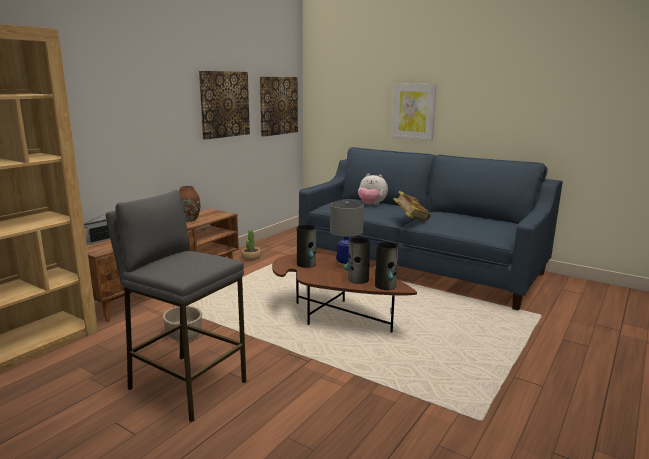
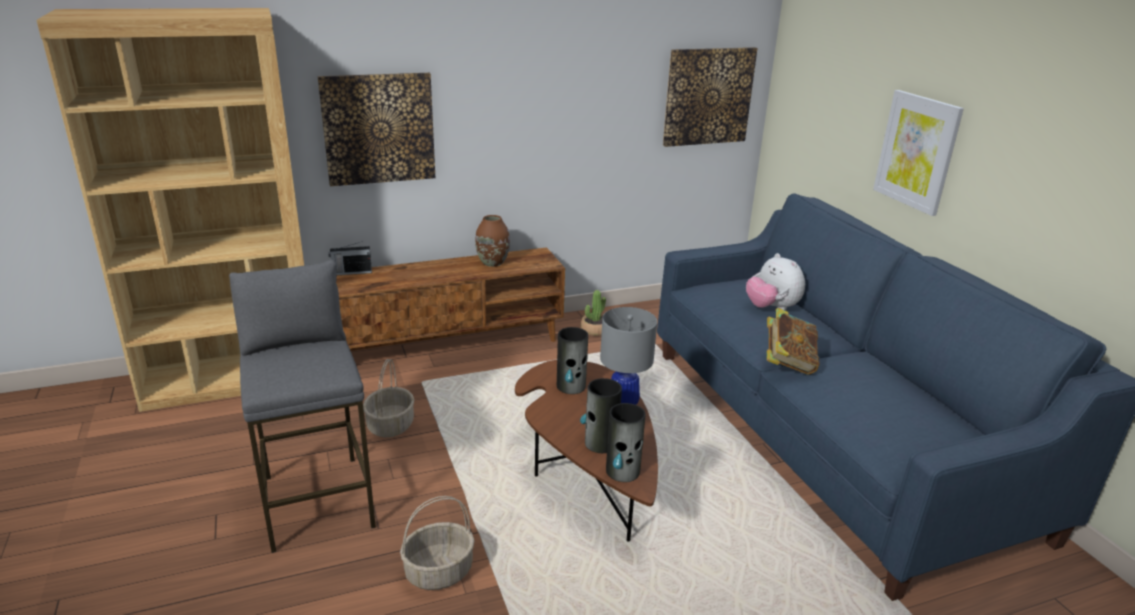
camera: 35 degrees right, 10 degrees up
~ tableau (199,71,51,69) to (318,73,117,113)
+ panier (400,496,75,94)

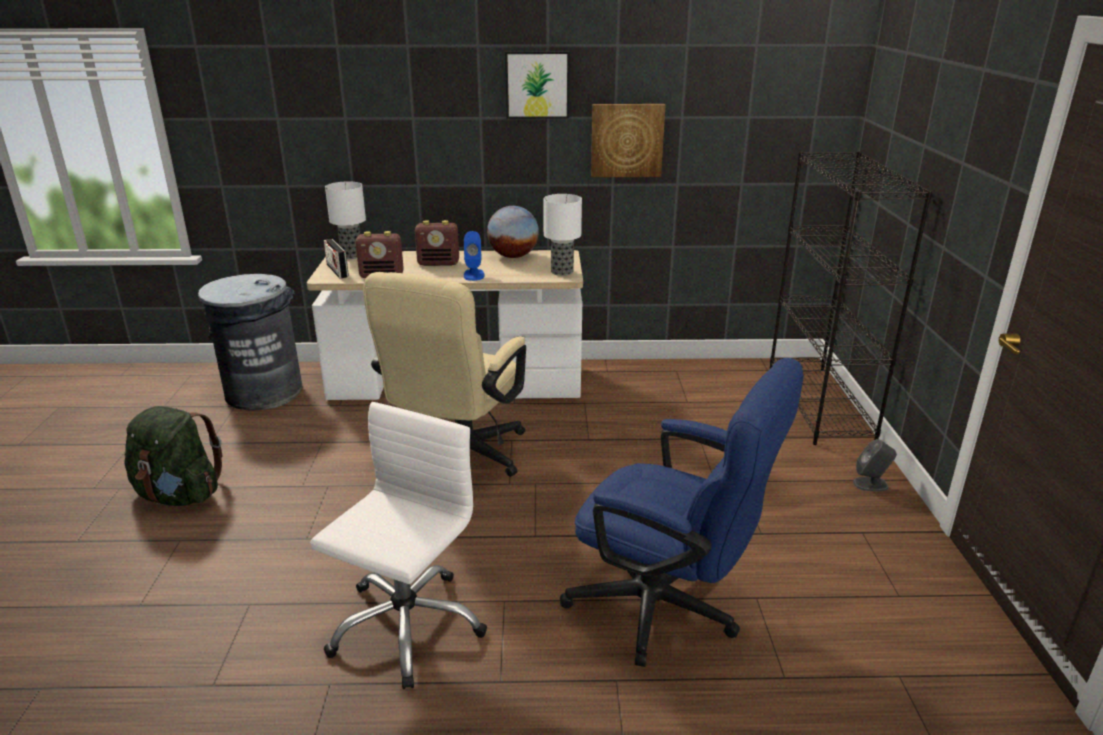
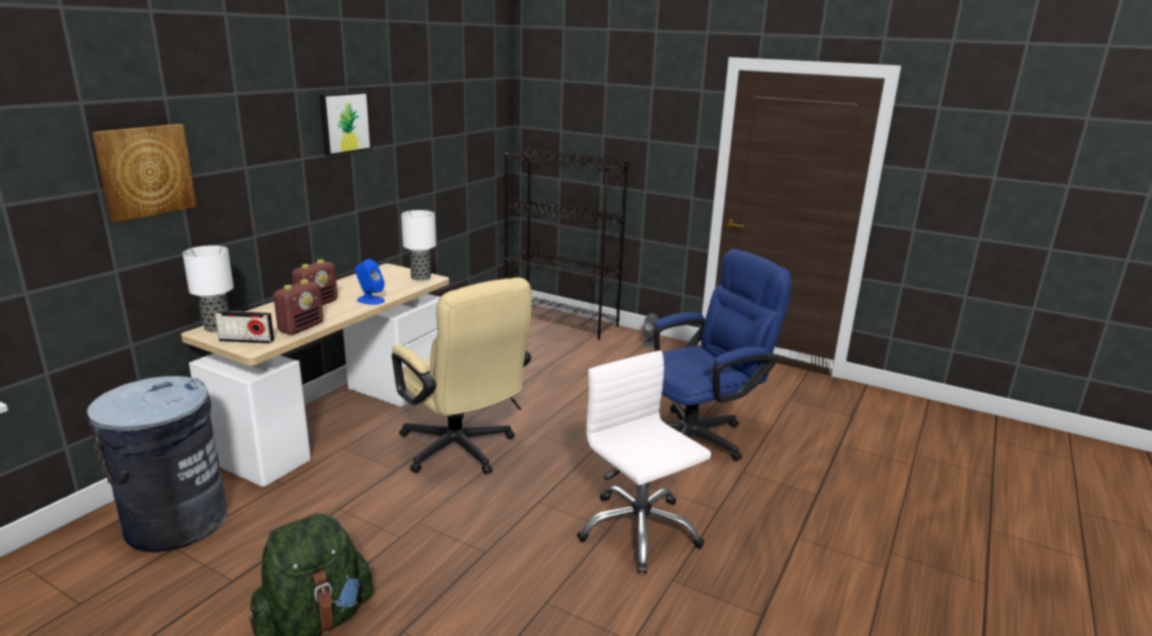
camera: 60 degrees left, 5 degrees down
~ tableau (591,104,75,73) to (92,124,105,99)
- globe (487,206,52,52)

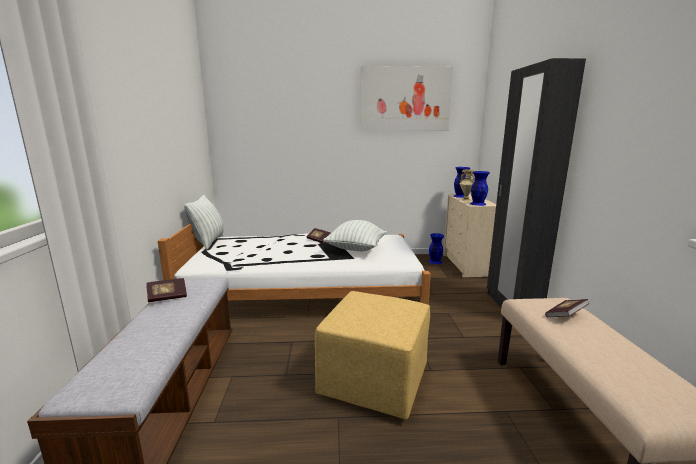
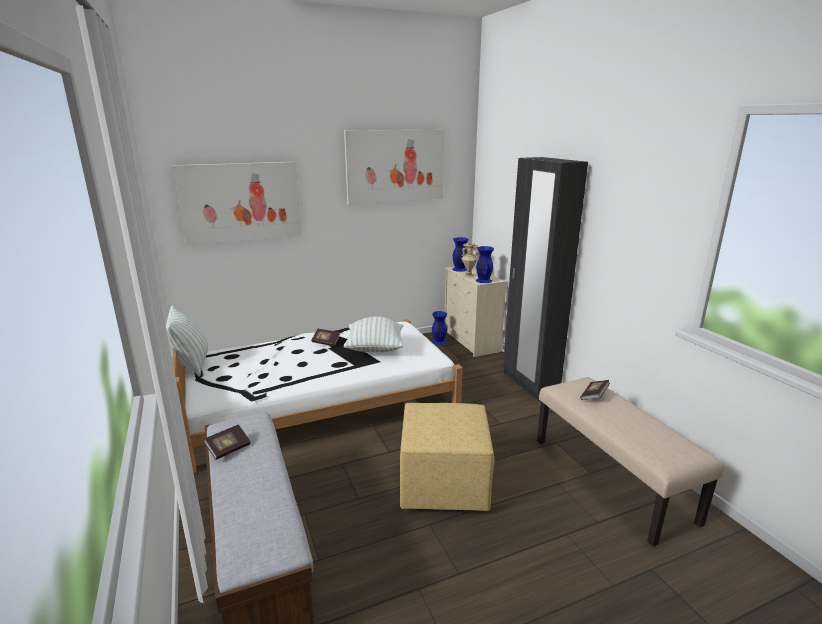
camera: 20 degrees left, 5 degrees up
+ tableau (173,162,128,83)

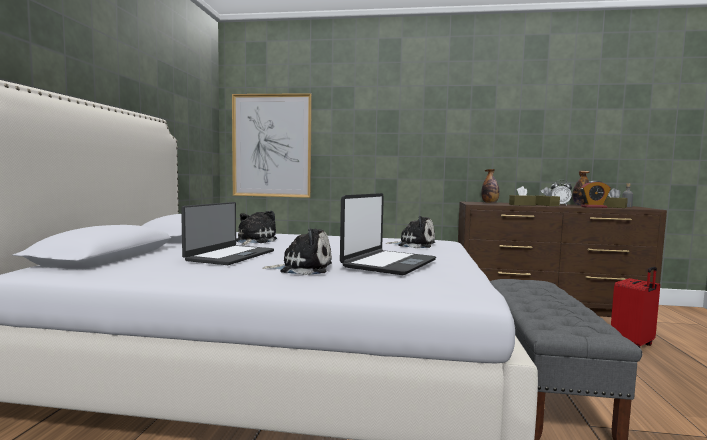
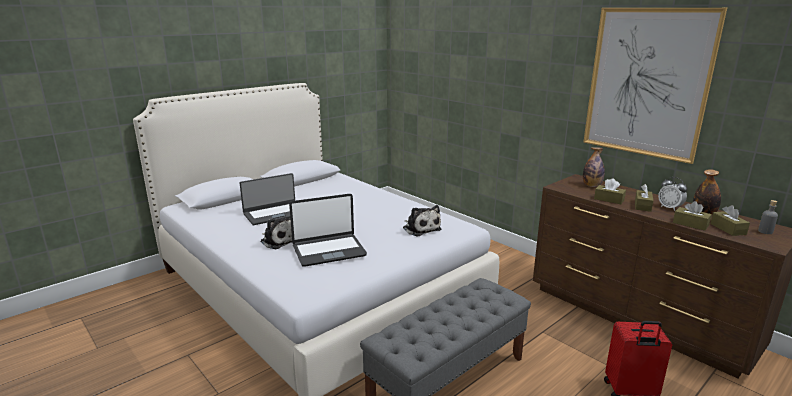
camera: 40 degrees right, 15 degrees up
~ tableau (232,93,80,105) to (583,8,144,156)
~ réveil (580,181,31,27) to boîte à mouchoirs (marron) (673,201,39,30)
- peluche (236,211,41,34)

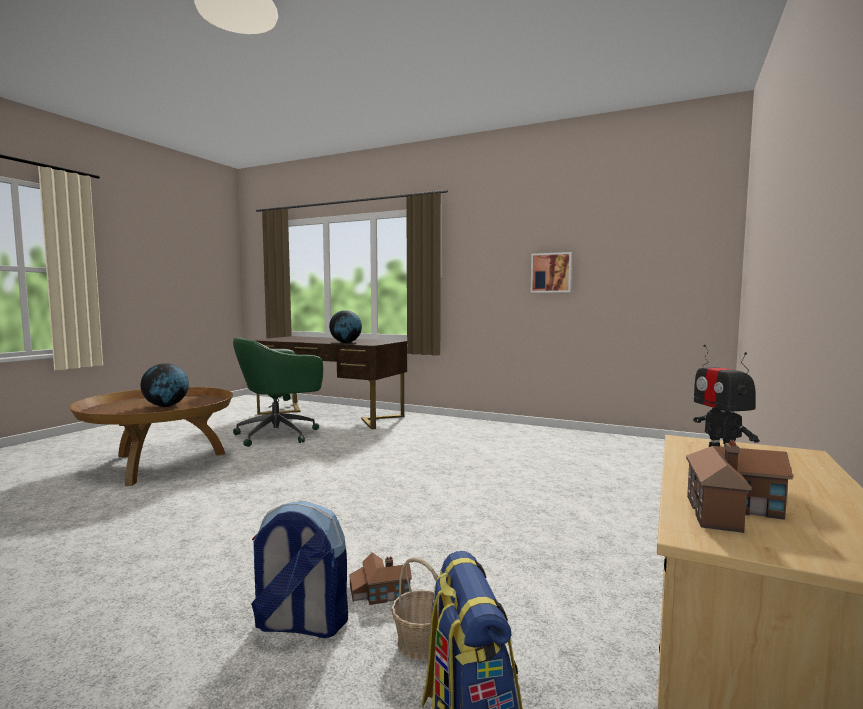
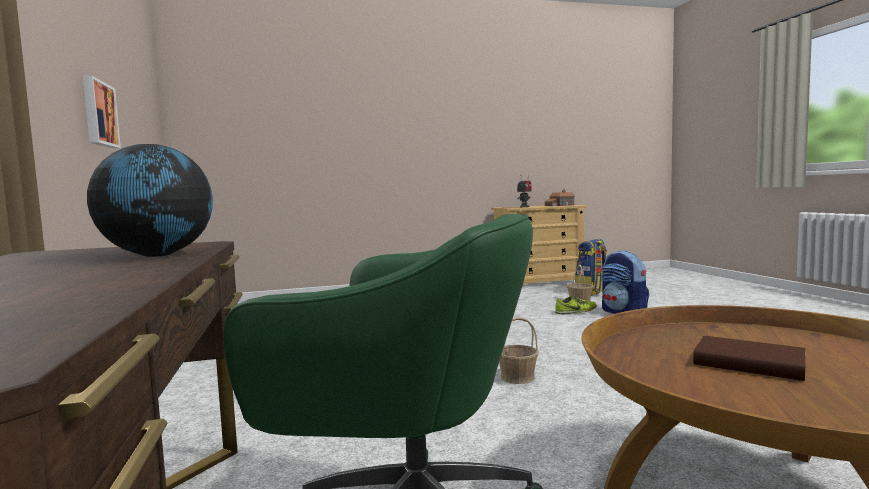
camera: 130 degrees left, 0 degrees up
+ panier (499,317,40,67)
~ maison miniature (350,552,62,53) to chaussure (555,296,42,18)
~ globe (140,363,49,44) to livre (marron) (693,336,112,45)

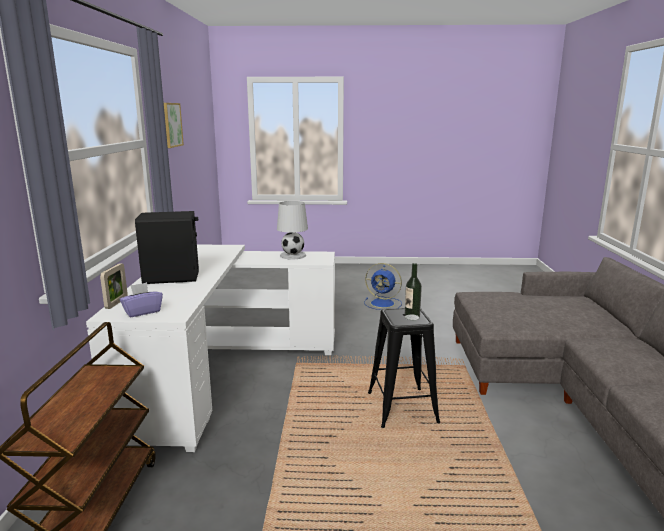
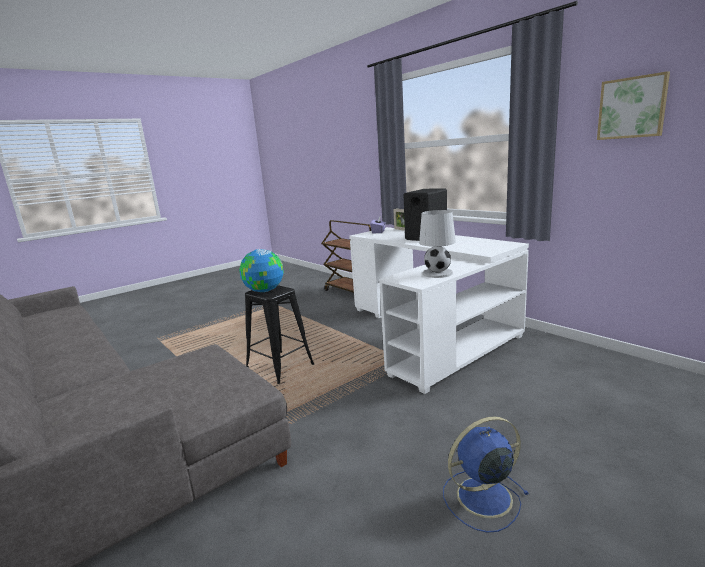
camera: 140 degrees right, 0 degrees up
~ bouteille (405,263,17,57) to globe (239,249,45,43)

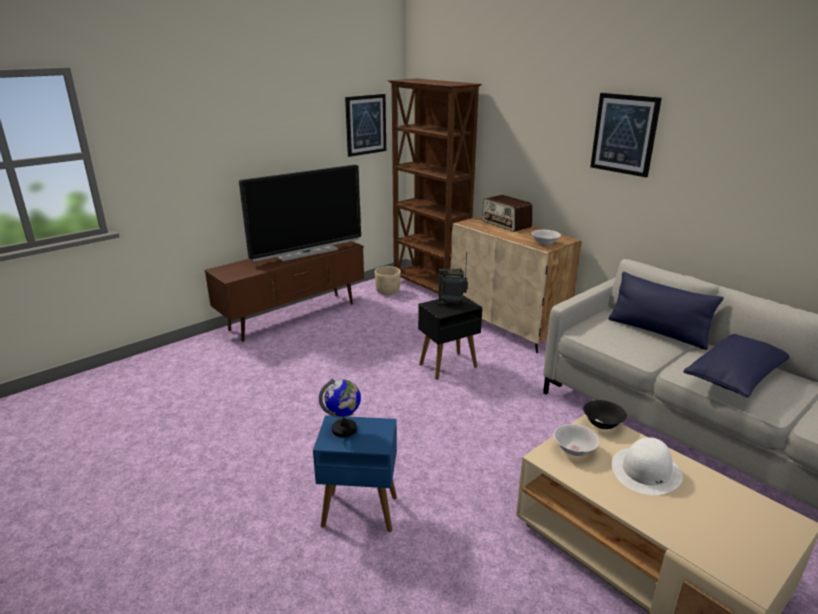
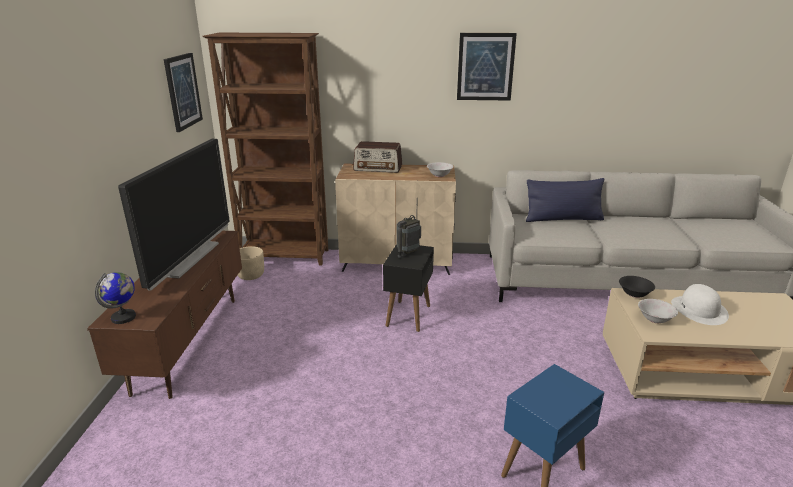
camera: 45 degrees left, 0 degrees up
~ globe (319,379,42,58) to (95,272,41,52)
- coussin (bleu) (683,334,107,63)

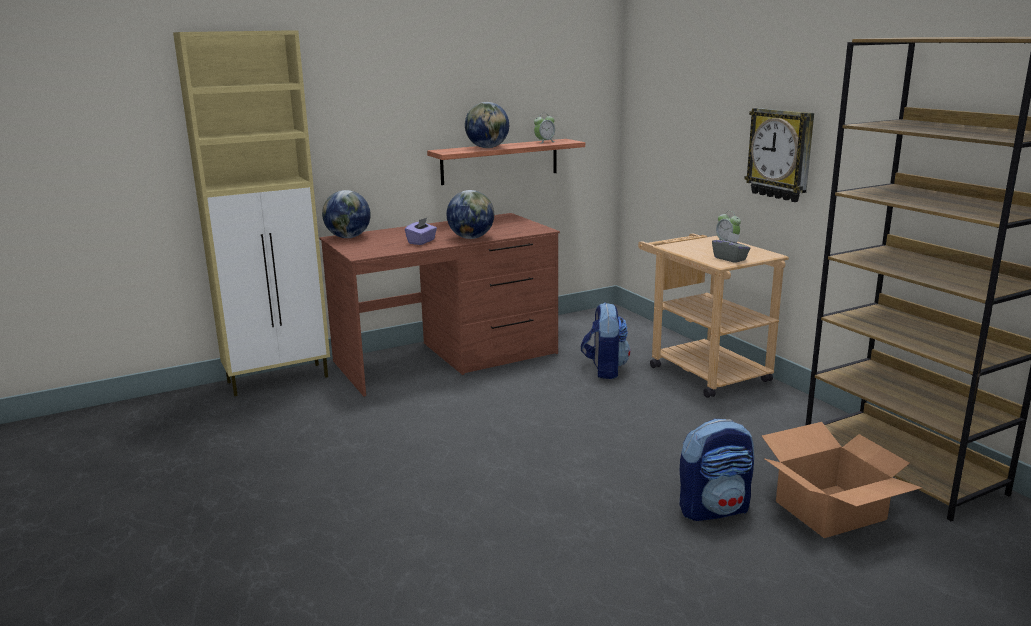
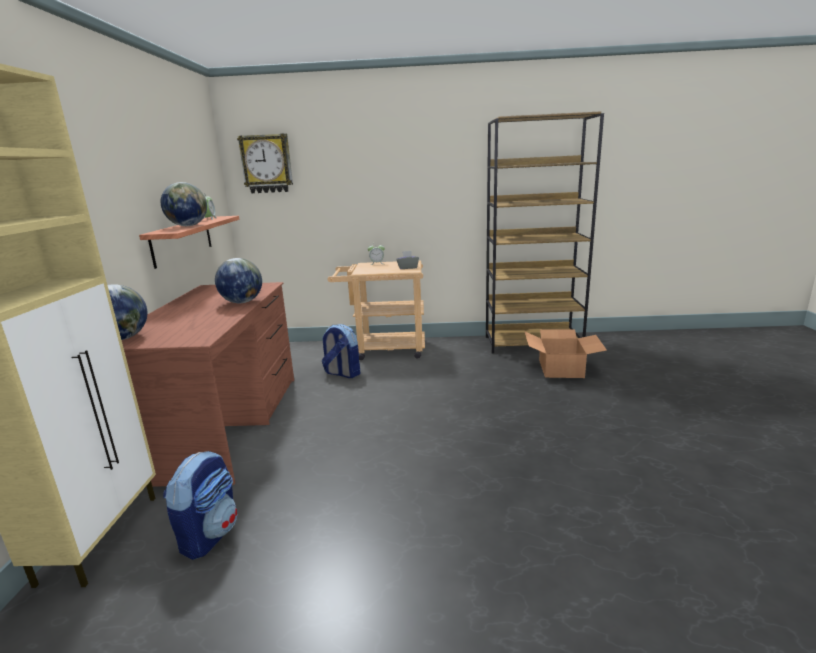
camera: 60 degrees left, 0 degrees up
~ sac à dos (679,419,75,102) to (163,451,74,109)
~ horloge murale (744,108,70,94) to (237,134,56,59)
- boîte à mouchoirs (violet) (405,218,32,27)

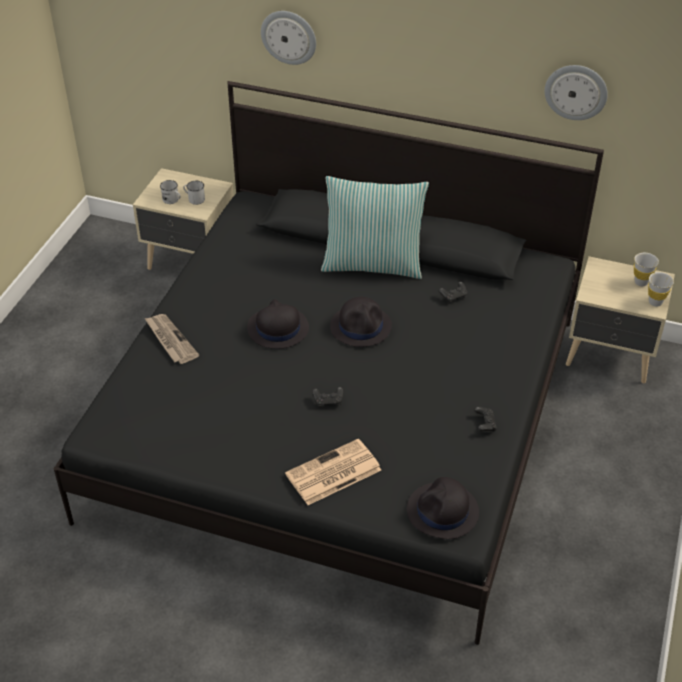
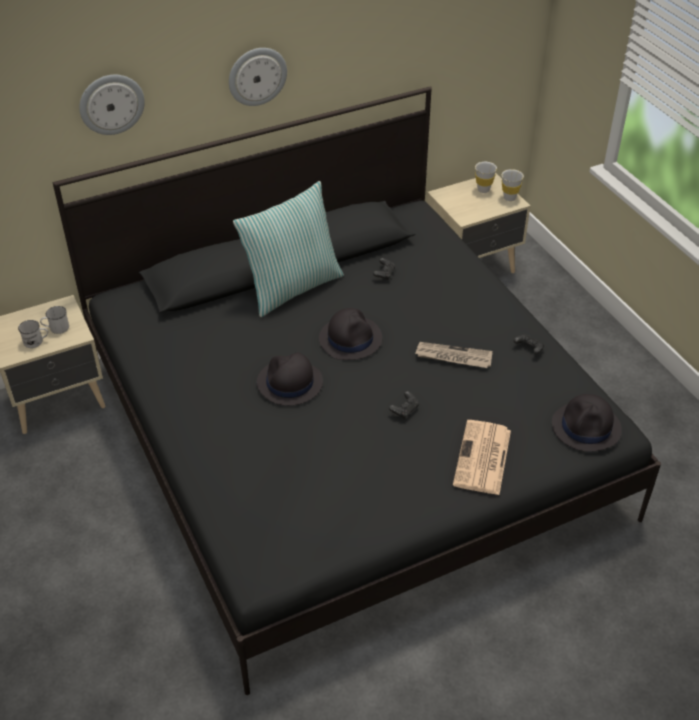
camera: 45 degrees left, 0 degrees up
~ horloge murale (545,65,63,55) to (229,48,58,58)
~ journal (145,314,54,50) to (415,342,78,26)

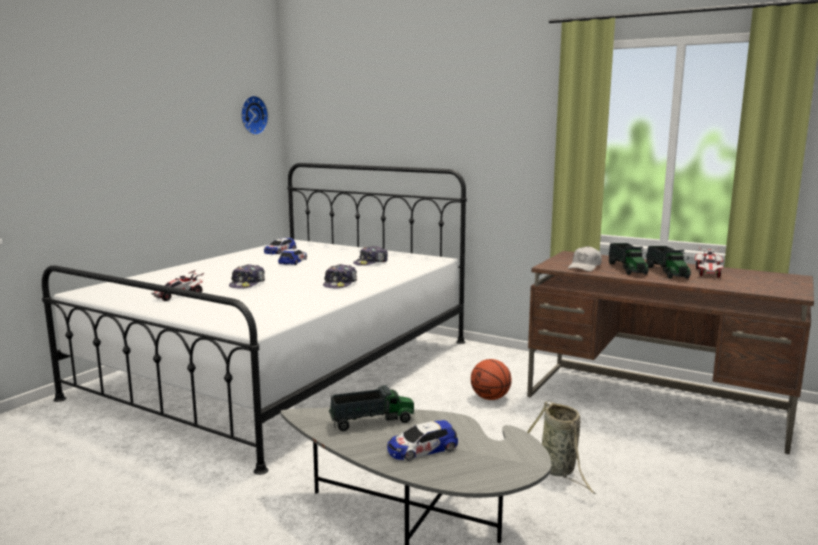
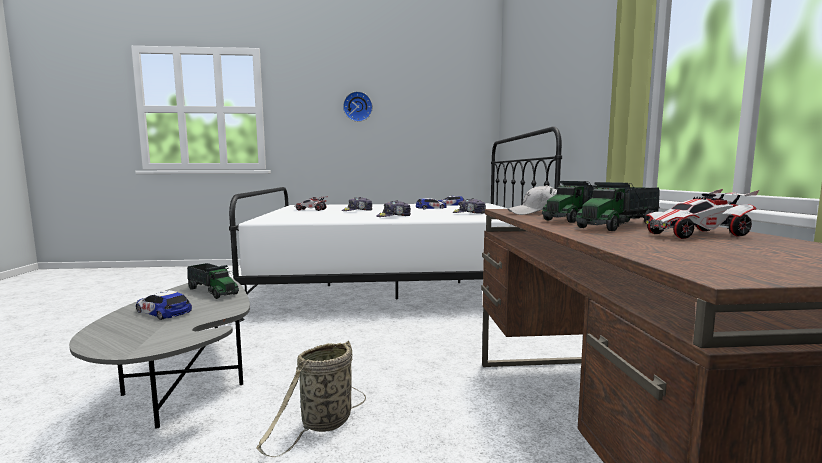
camera: 55 degrees right, 5 degrees down
~ horloge murale (241,96,28,39) to (343,91,30,31)
- ballon de basket (471,359,41,41)

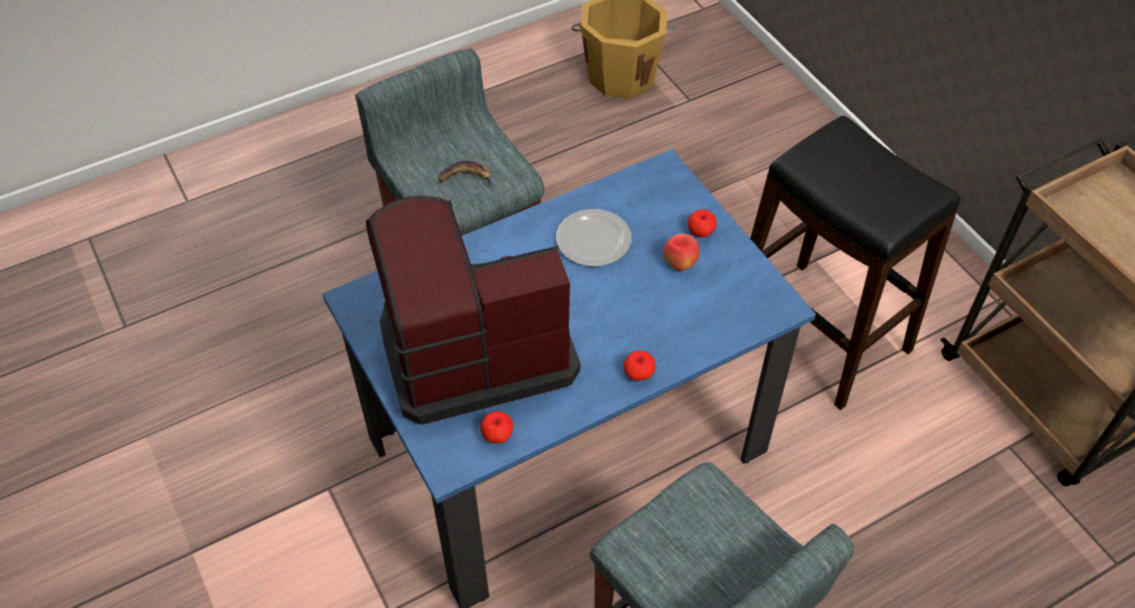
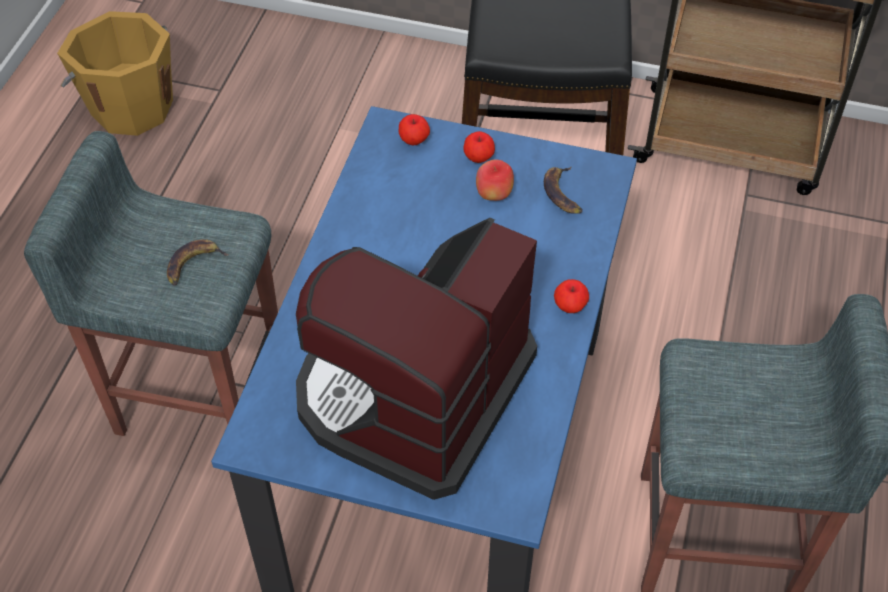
camera: 45 degrees left, 0 degrees up
~ pomme (480,411,33,32) to (399,114,31,31)
+ banane (544,167,39,47)
- assiette (556,209,76,58)

